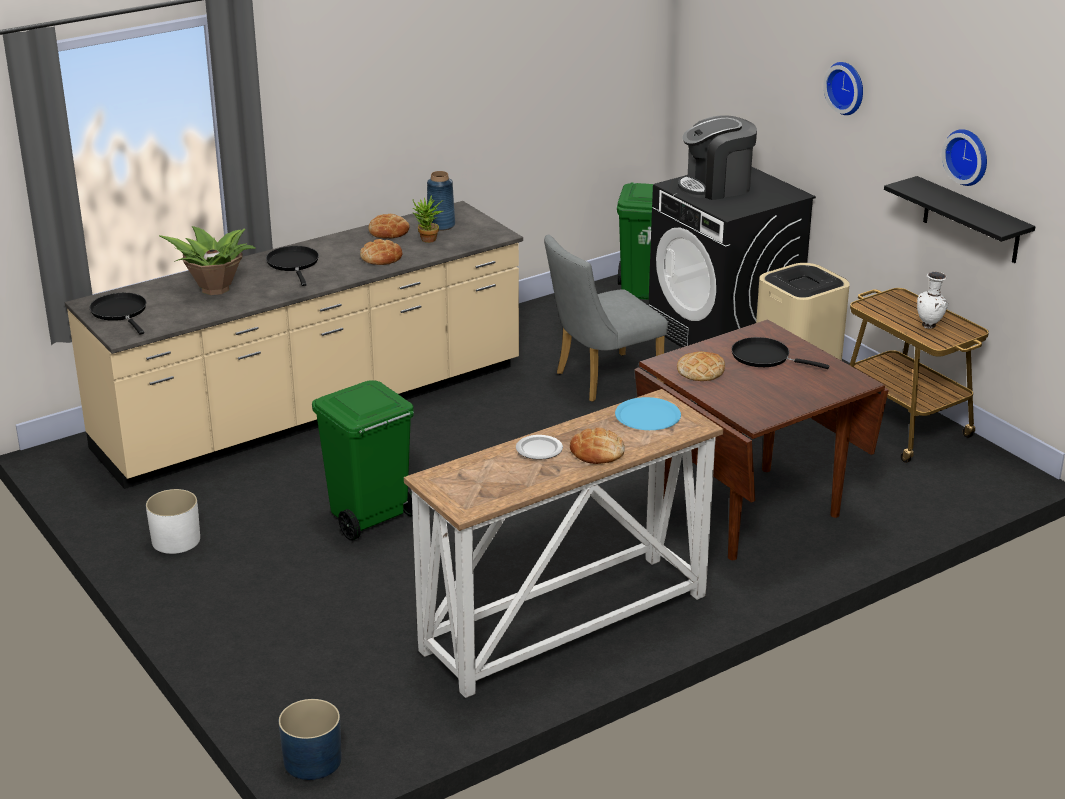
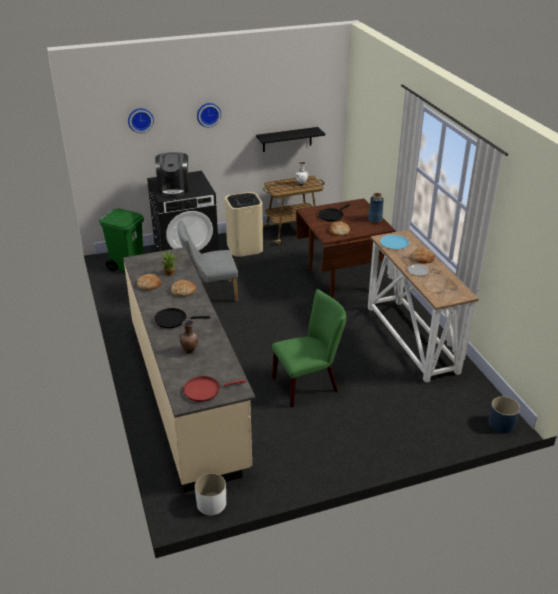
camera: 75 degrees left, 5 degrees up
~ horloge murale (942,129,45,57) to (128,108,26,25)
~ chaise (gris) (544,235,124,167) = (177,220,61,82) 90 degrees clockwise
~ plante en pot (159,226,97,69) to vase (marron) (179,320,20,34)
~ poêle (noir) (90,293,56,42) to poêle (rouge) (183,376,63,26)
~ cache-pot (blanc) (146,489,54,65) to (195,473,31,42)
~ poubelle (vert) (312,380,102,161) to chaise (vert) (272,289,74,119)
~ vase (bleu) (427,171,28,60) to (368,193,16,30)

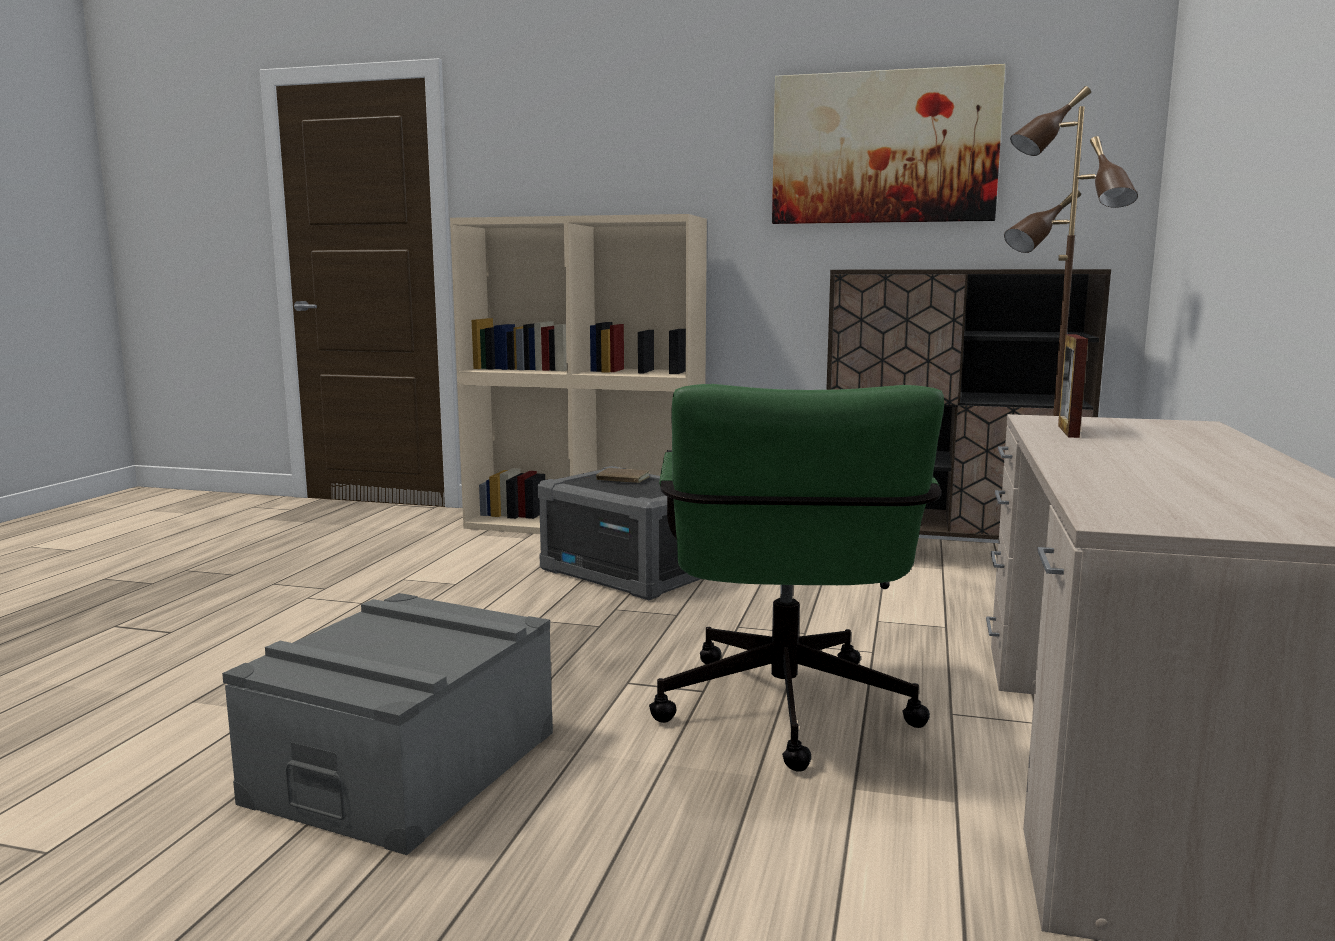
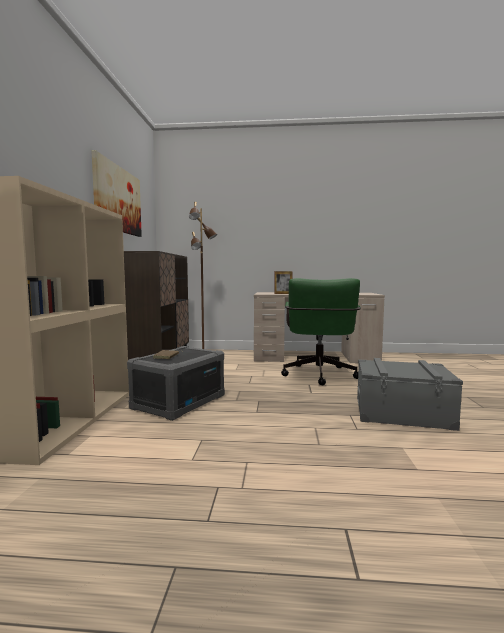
camera: 100 degrees left, 5 degrees down
~ chaise de bureau (vert) (649,384,295,388) = (281,278,80,107) 105 degrees clockwise

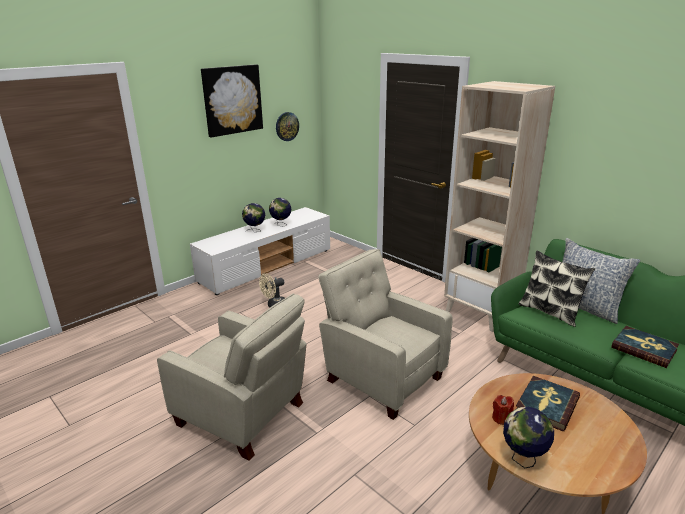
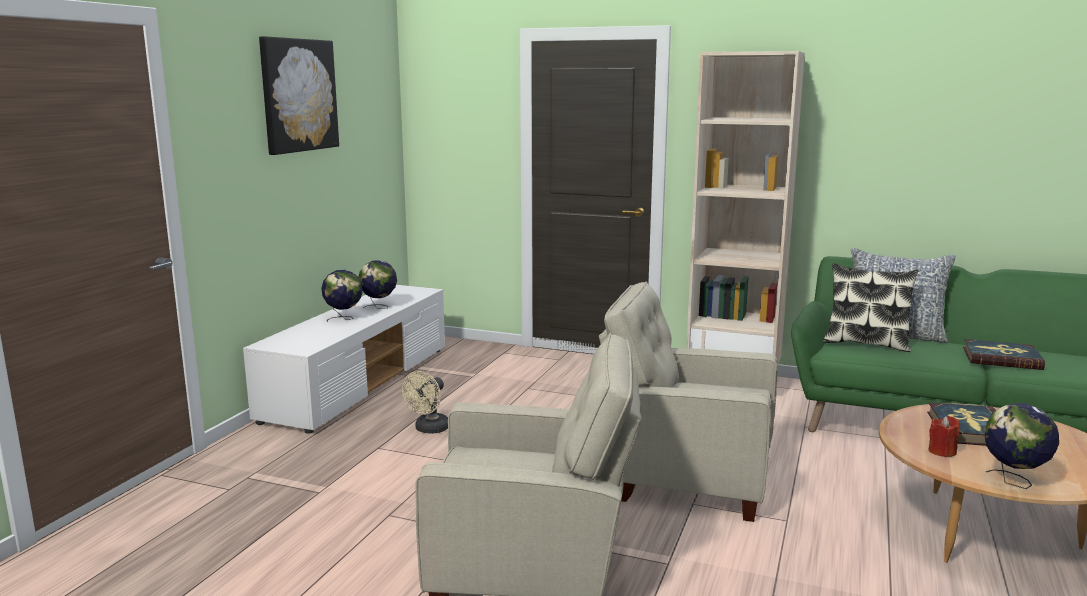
camera: 25 degrees left, 10 degrees down
- horloge murale (276,112,23,29)

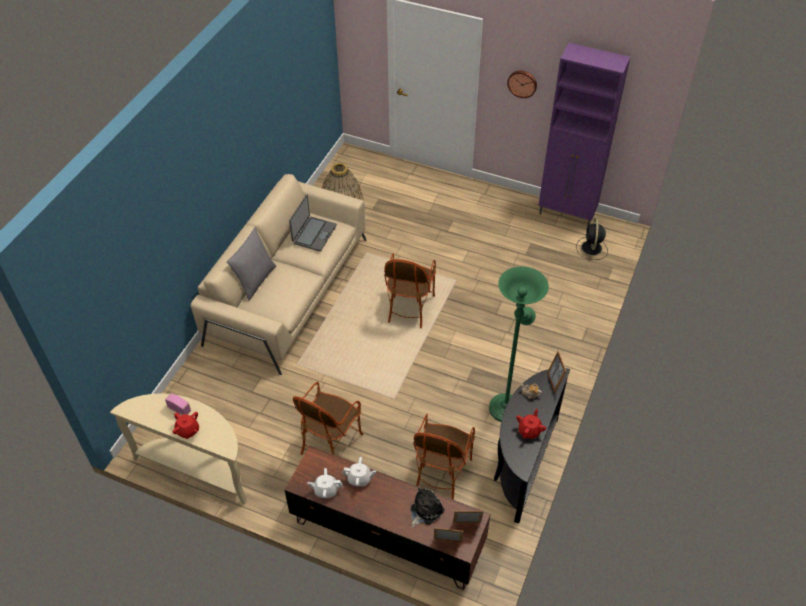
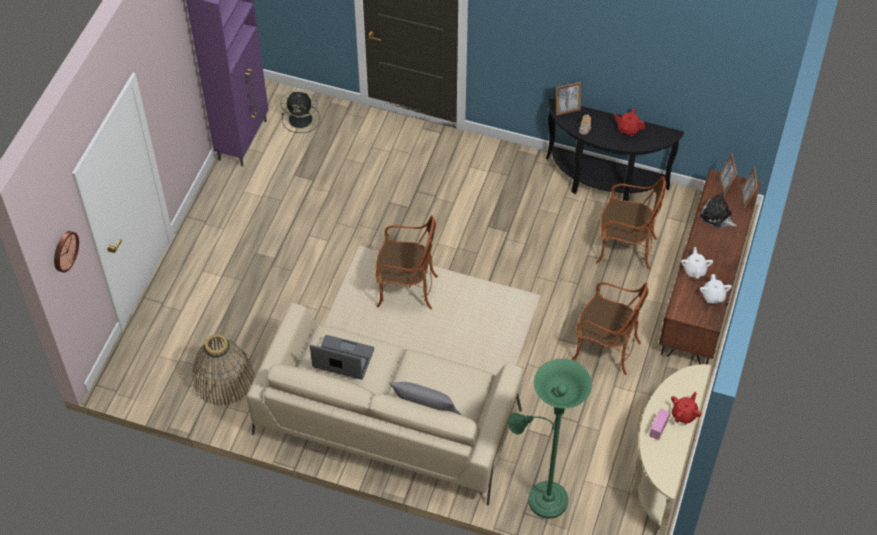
camera: 95 degrees left, 5 degrees up
~ horloge murale (507,71,30,27) to (54,231,25,42)
~ lampadaire (vert) (489,266,60,156) to (508,359,84,160)

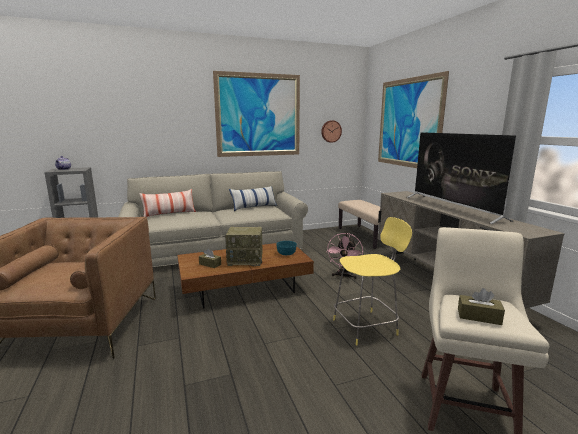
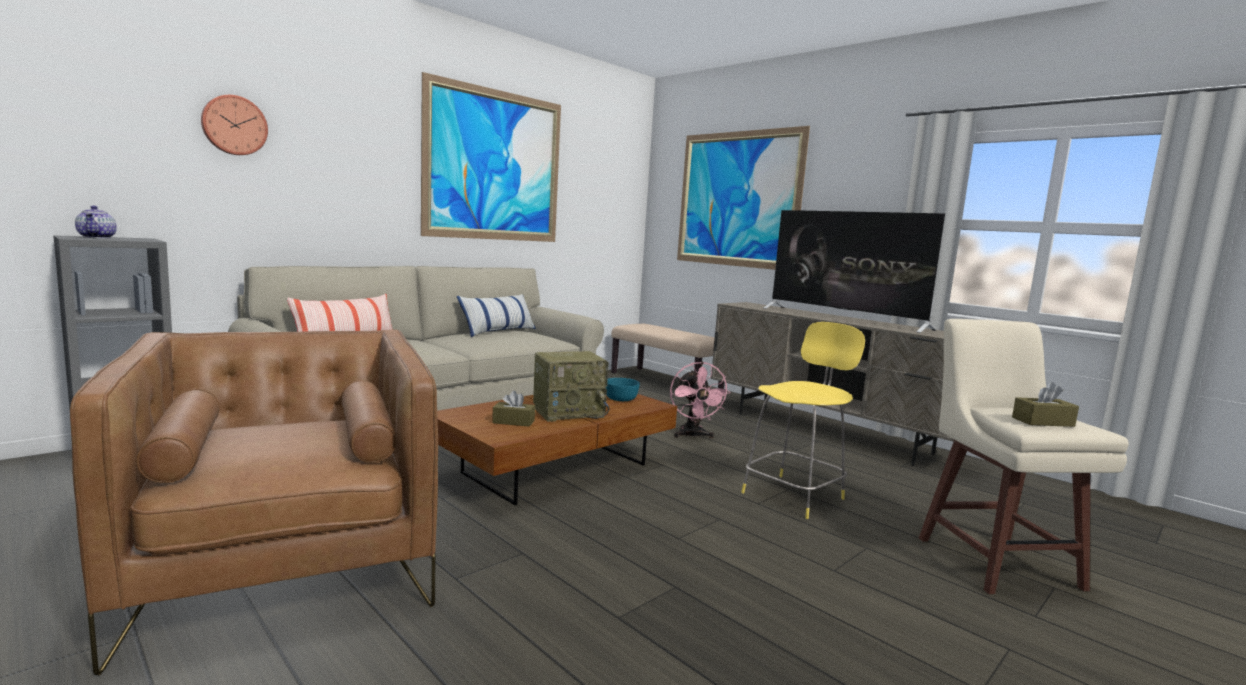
camera: 25 degrees left, 5 degrees down
~ horloge murale (321,120,21,23) to (201,95,67,60)

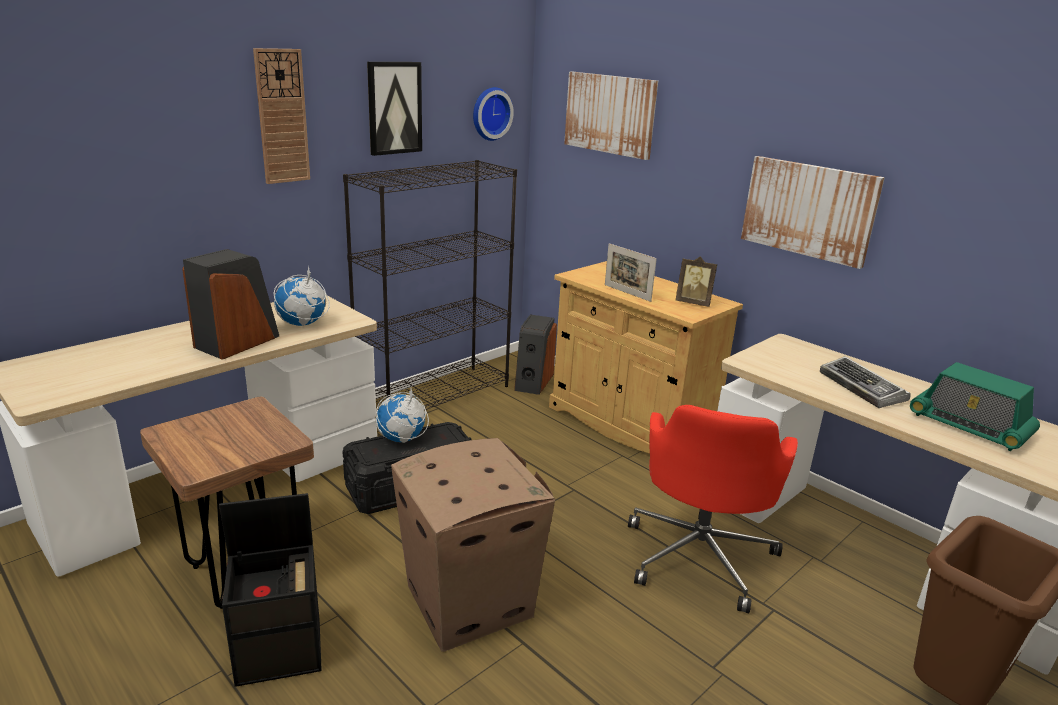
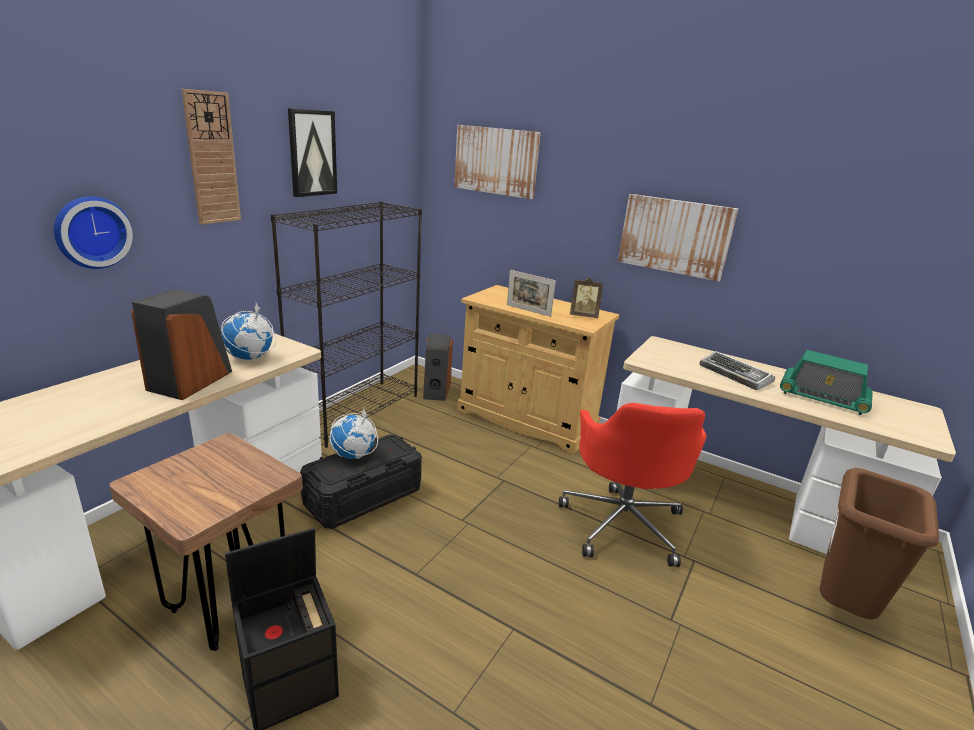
camera: 15 degrees left, 0 degrees up
~ horloge murale (473,87,41,54) to (54,196,79,73)
- carton (391,438,164,214)

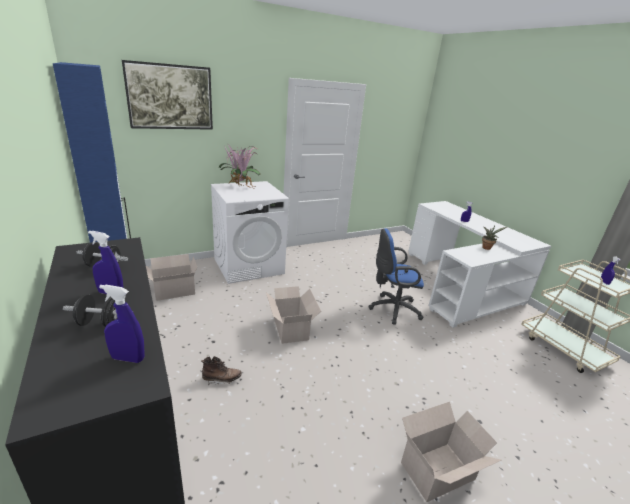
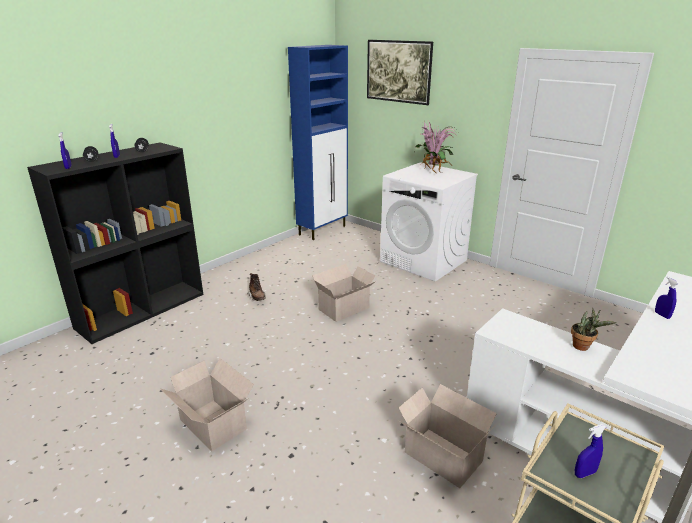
camera: 70 degrees right, 0 degrees up
~ carton (146,254,51,47) to (399,384,98,104)
- chaise de bureau (bleu) (368,228,56,97)

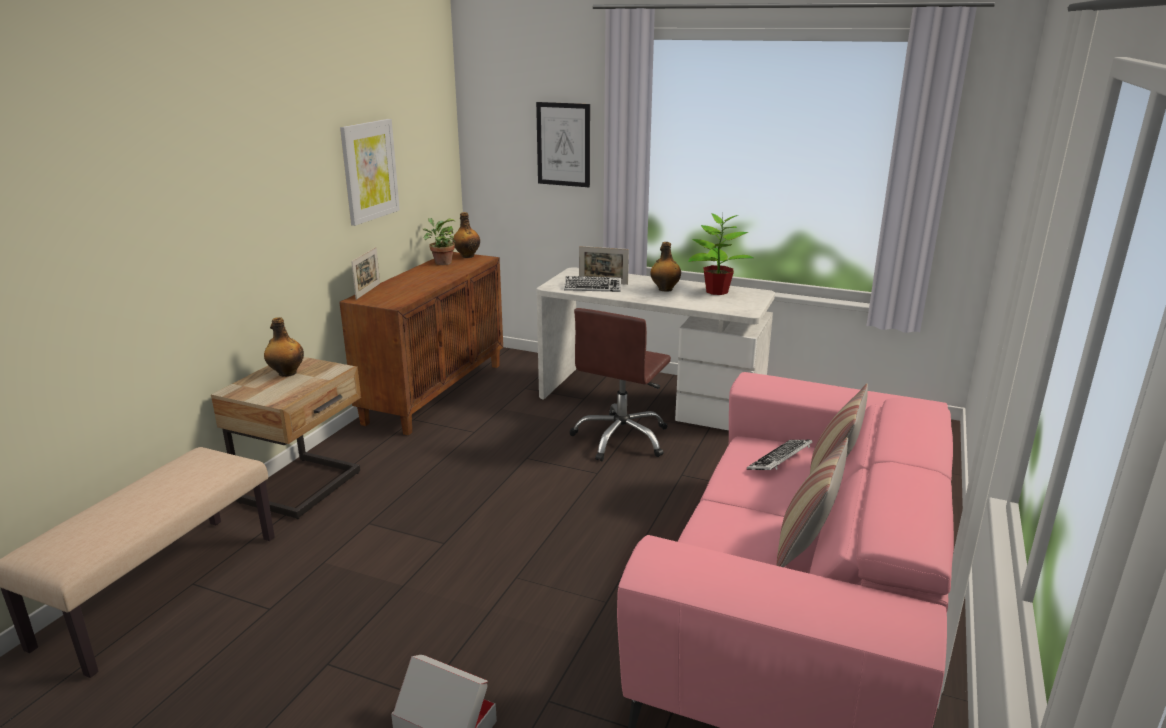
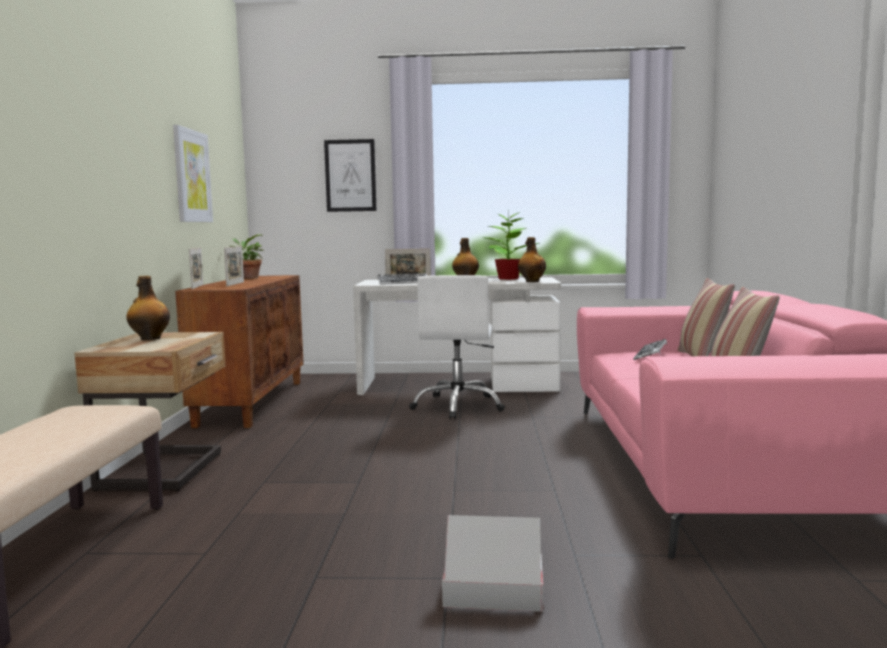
camera: 20 degrees left, 15 degrees down
+ cadre photo (224,246,20,40)
~ chaise de bureau (marron) (569,308,102,153) to chaise de bureau (blanc) (409,275,96,144)
~ bouteille (453,212,27,46) to (518,237,28,45)

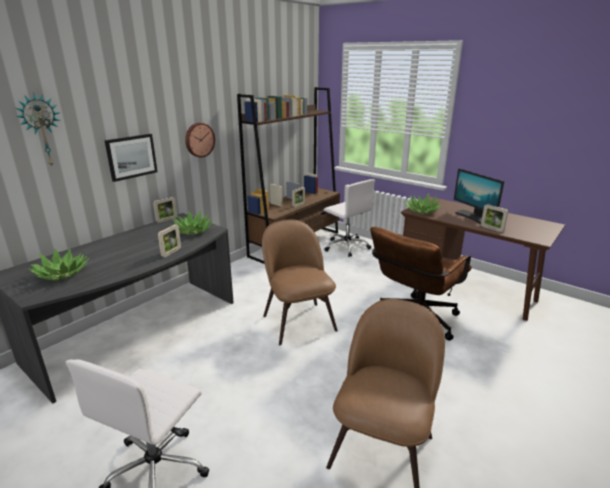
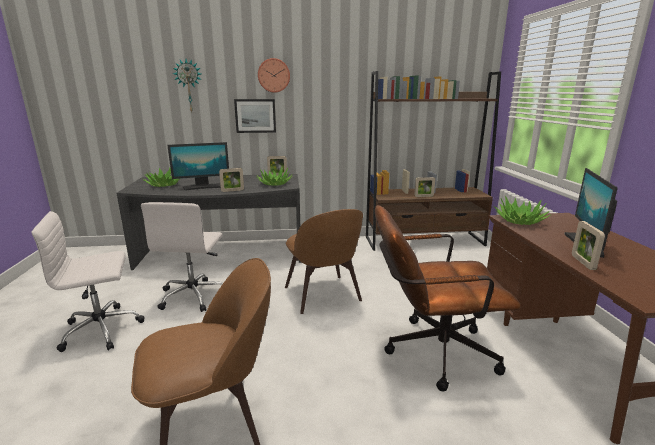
camera: 45 degrees right, 5 degrees down
~ chaise de bureau (blanc) (324,179,51,78) to (141,202,82,110)
+ écran d'ordinateur (167,142,62,49)
~ horloge murale (185,123,30,34) to (258,58,32,35)
~ chaise (marron) (262,220,76,125) = (285,209,78,105) 135 degrees clockwise

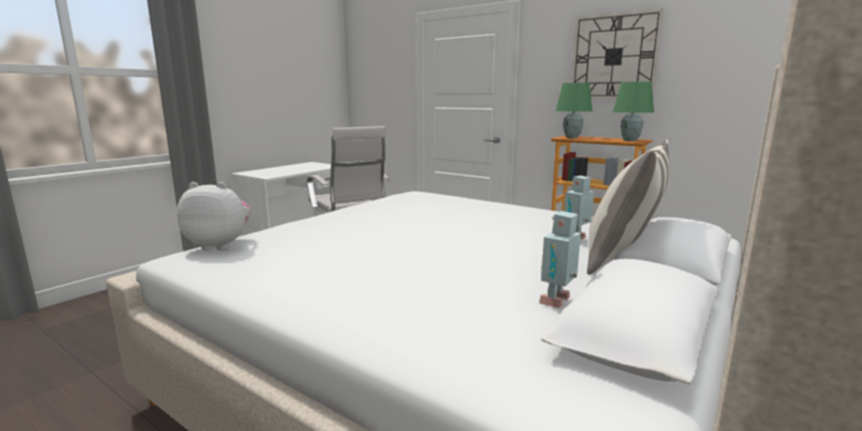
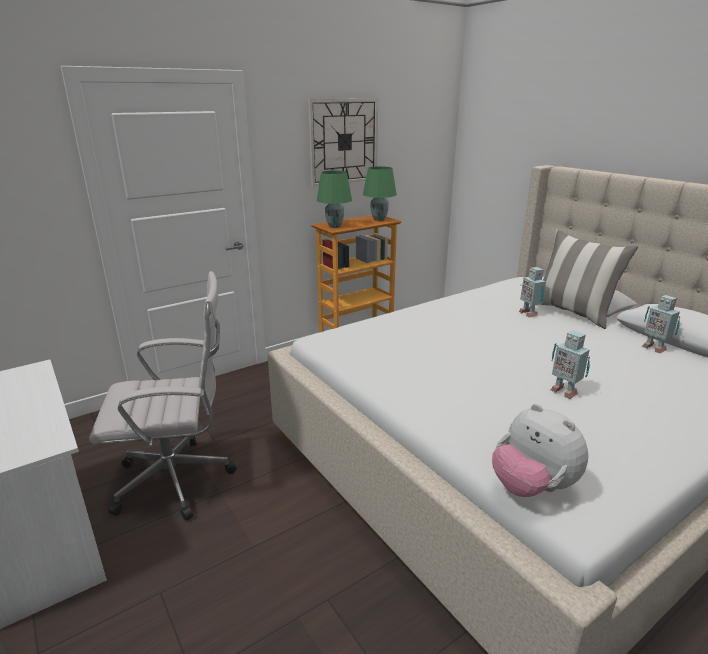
camera: 70 degrees left, 10 degrees up
~ peluche (177,182,73,68) = (492,404,96,93) 60 degrees counterclockwise
+ robot jouet (551,330,39,69)

